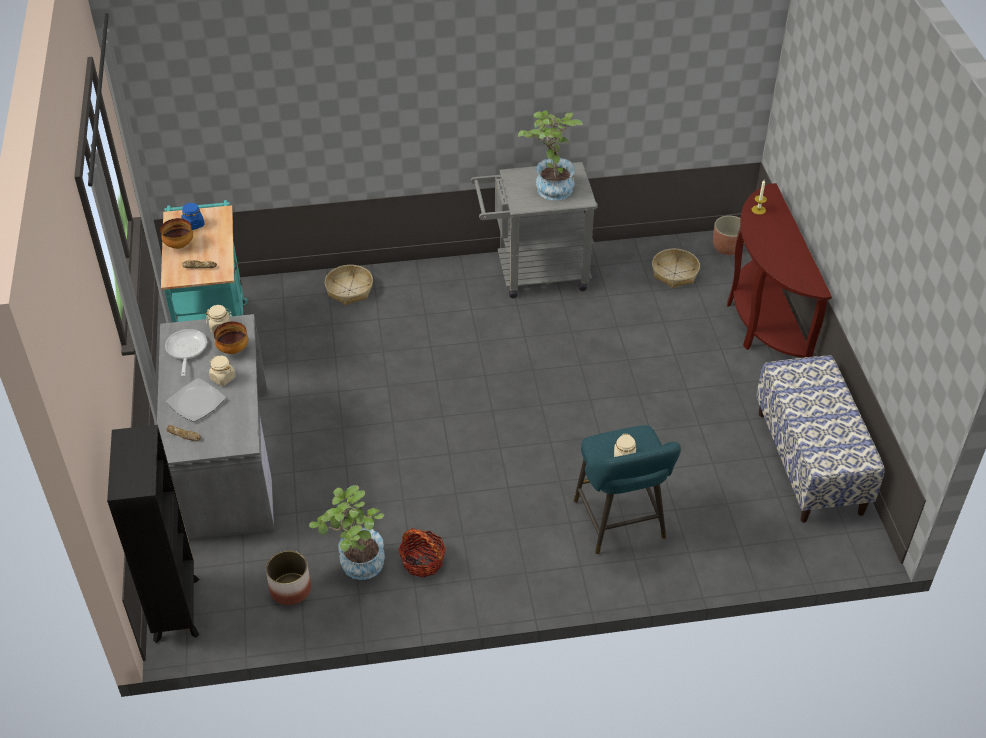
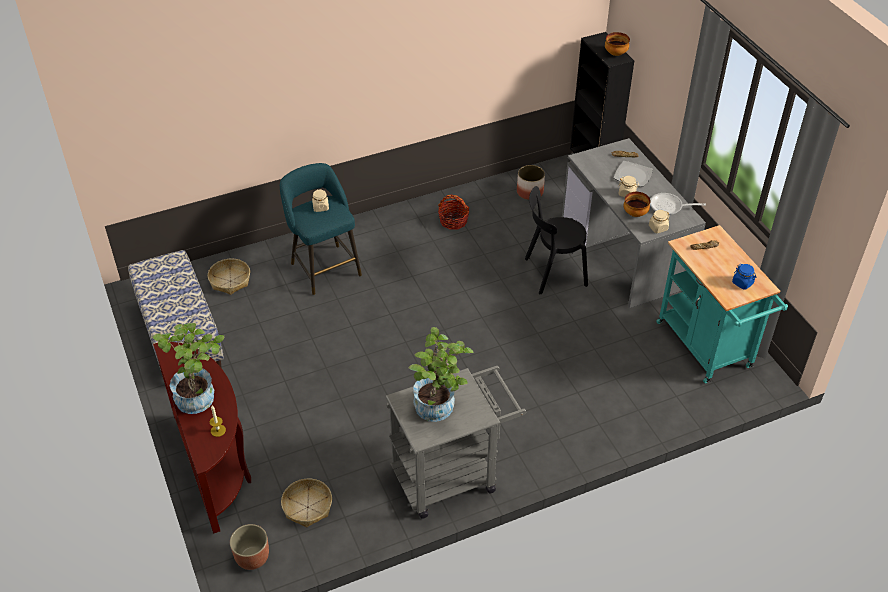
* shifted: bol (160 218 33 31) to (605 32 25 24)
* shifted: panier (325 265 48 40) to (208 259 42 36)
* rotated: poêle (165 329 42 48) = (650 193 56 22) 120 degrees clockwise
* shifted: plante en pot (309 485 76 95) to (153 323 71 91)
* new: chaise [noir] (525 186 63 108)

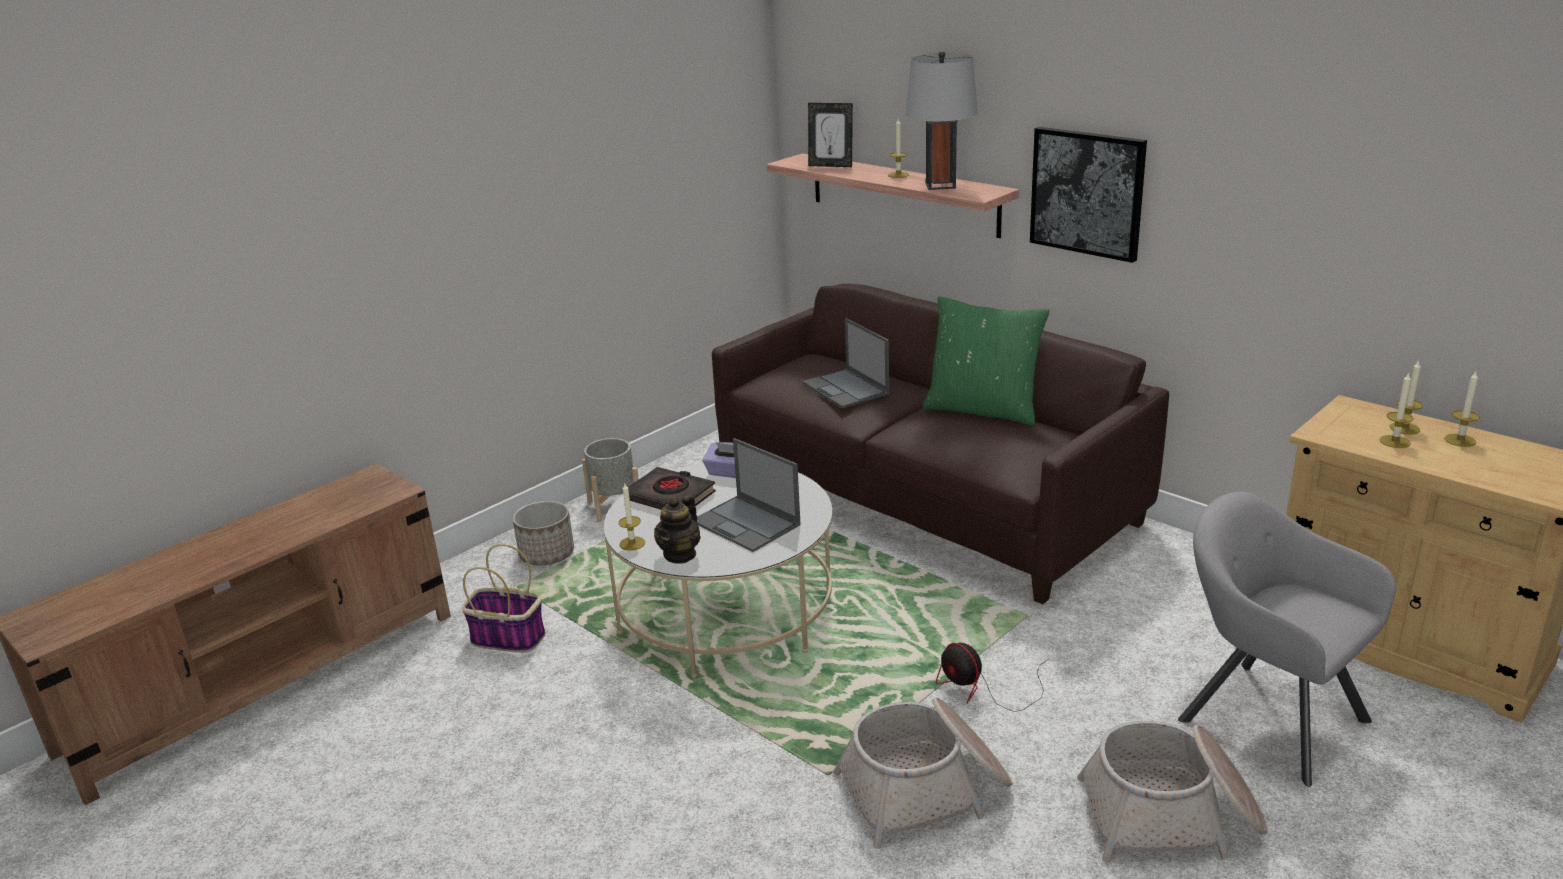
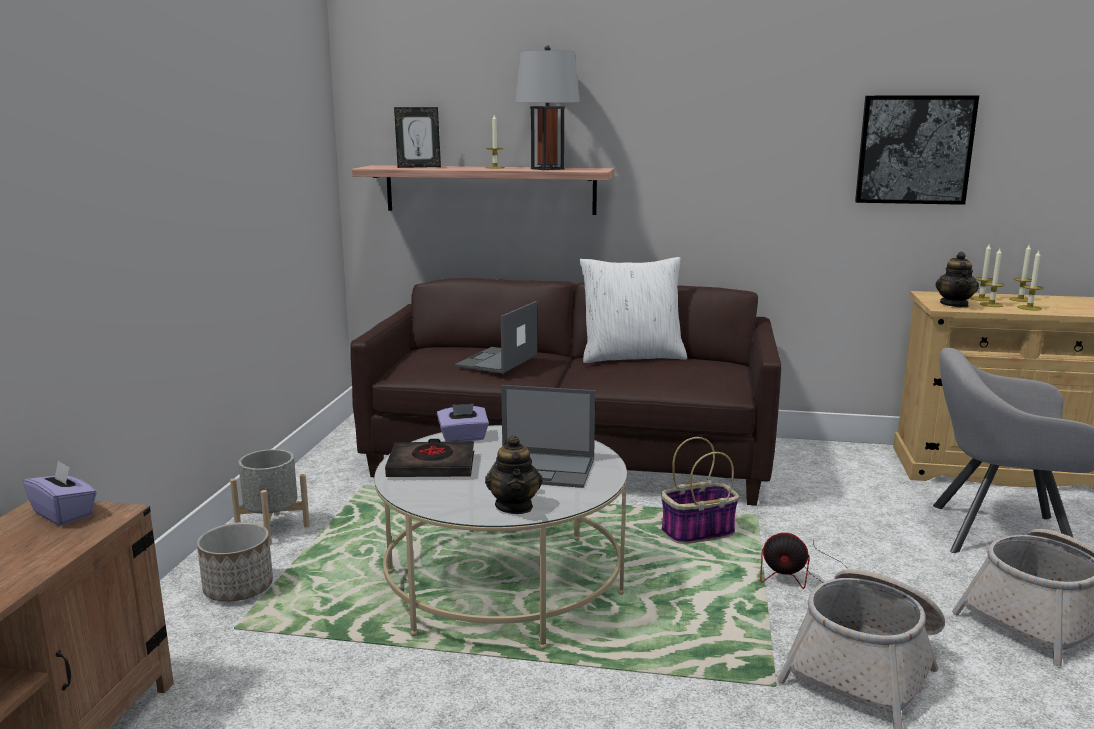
* shifted: tableau (1030 127 117 136) to (855 96 124 109)
* repainted: coussin [vert] (923 296 126 130) to coussin [blanc] (579 257 108 106)
* rotated: ordinateur portable (802 318 87 90) = (455 301 82 72) 90 degrees clockwise
* shifted: bougie (619 483 26 68) to (1018 250 25 61)
* shifted: panier (462 544 83 109) to (661 437 78 107)
* new: théière (935 252 44 56)
* new: boîte à mouchoirs [violet] (23 460 74 66)

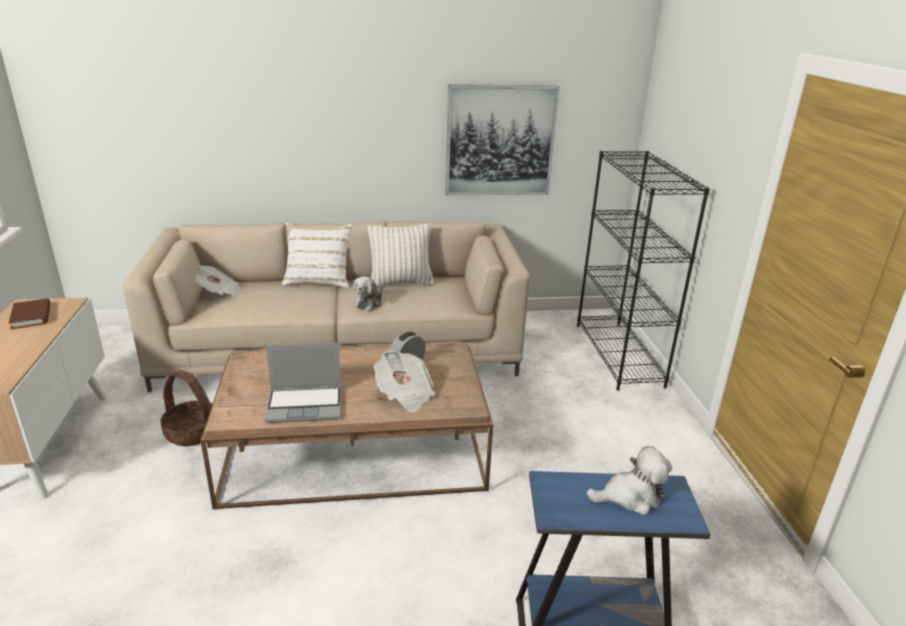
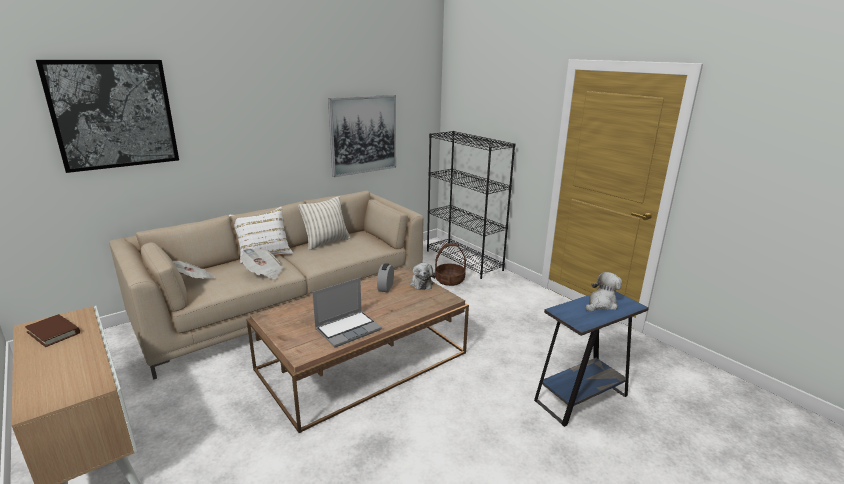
* shifted: peluche (353 276 30 35) to (410 263 26 27)
* shifted: journal (373 350 63 63) to (240 248 44 31)
* shifted: panier (161 370 51 76) to (435 243 31 43)
* new: tableau (36 60 143 113)

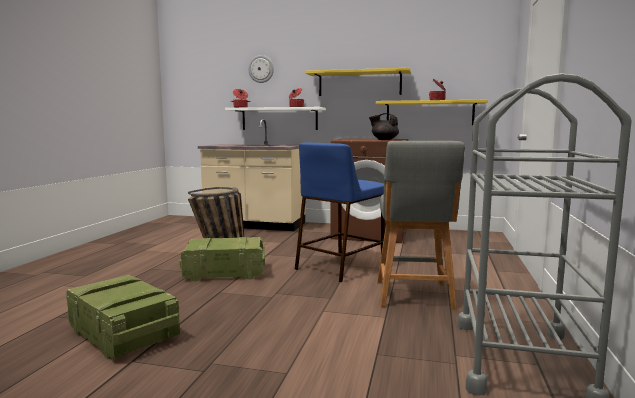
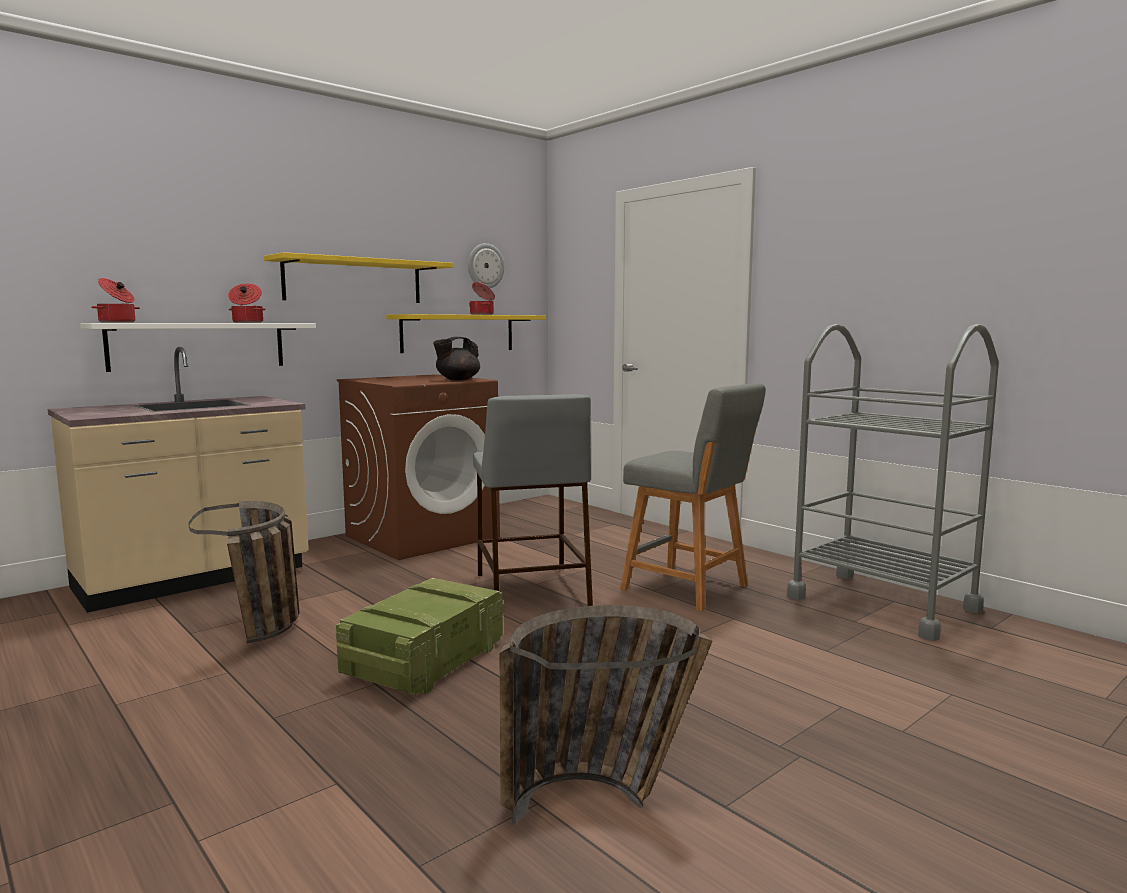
* shifted: horloge murale (248 55 26 28) to (468 243 36 45)
* repainted: tabouret [bleu] (295 142 90 140) to tabouret [gris] (473 394 120 212)
* swapped: caisse (66 275 114 84) to panier (500 605 212 221)

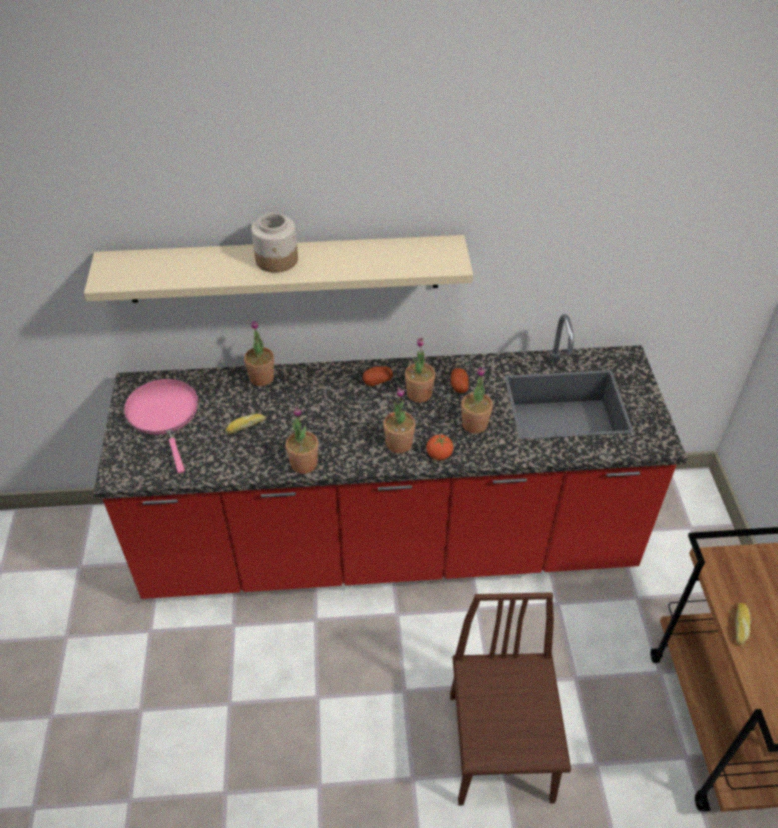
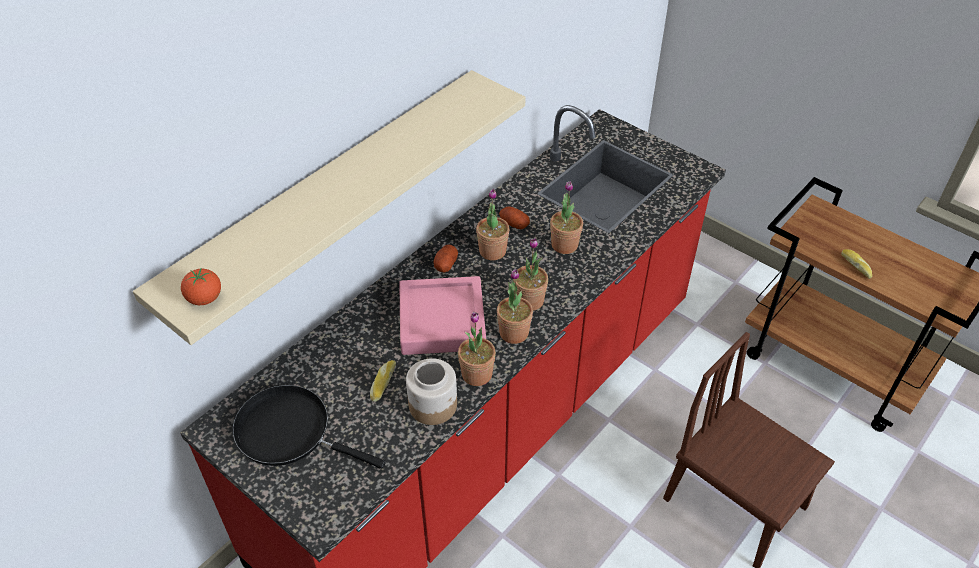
* shifted: bocal (251 213 47 60) to (406 358 51 67)
* shifted: plante en pot (244 320 30 66) to (497 269 36 75)
* repainted: poêle [rose] (124 379 74 94) to poêle [noir] (233 385 153 84)
* shifted: tomate (426 434 27 26) to (181 269 40 36)
* new: plateau [rose] (399 276 87 79)

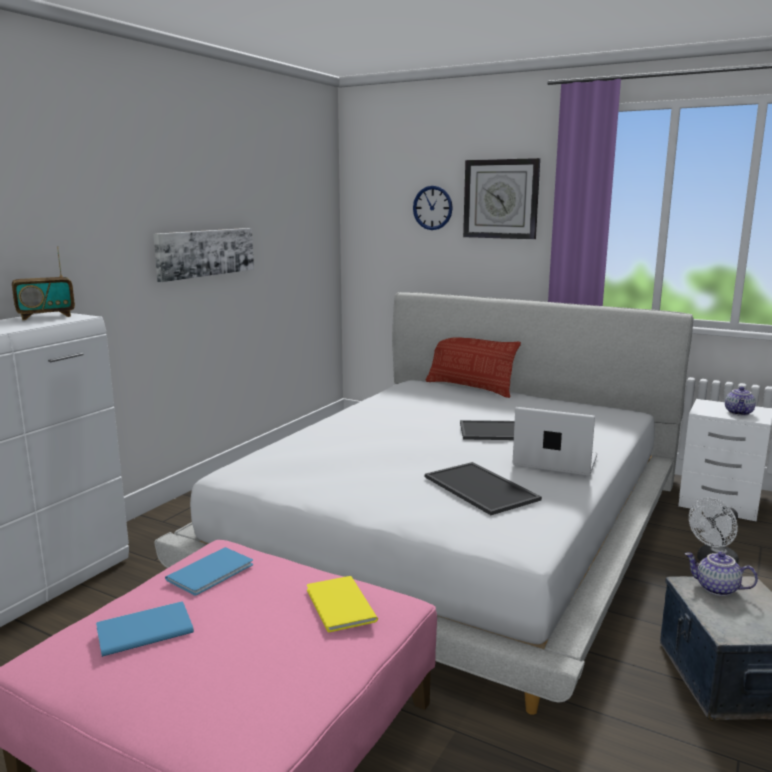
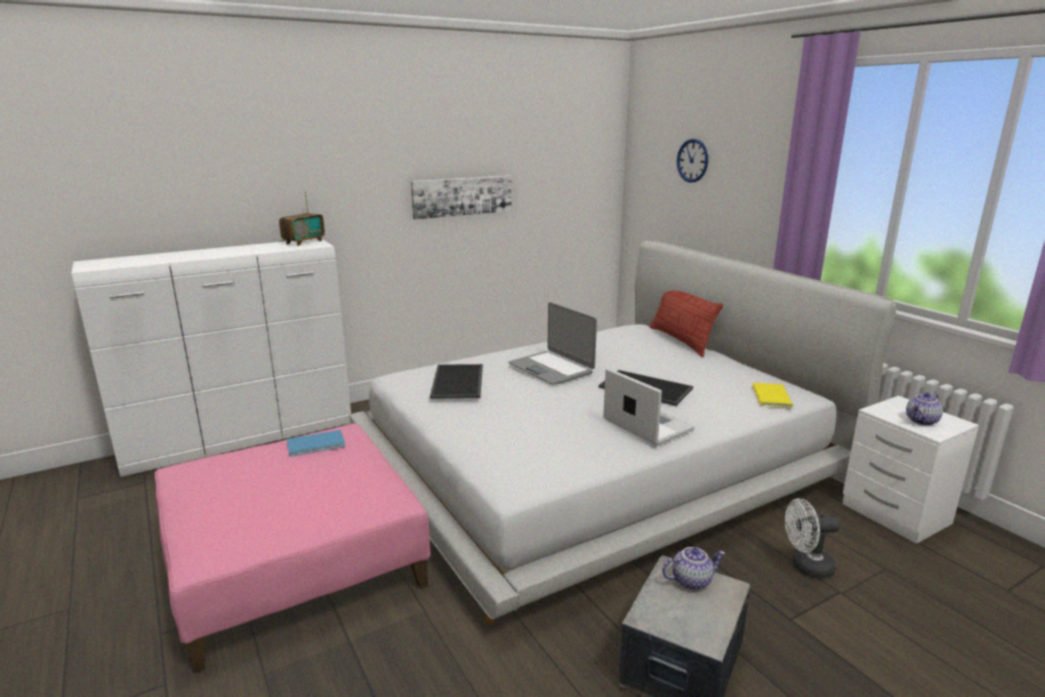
* gone: horloge murale (463 158 77 81)
* rotated: radio (12 247 63 73) = (279 191 46 55) 60 degrees counterclockwise
* shifted: plateau (425 462 117 53) to (430 364 53 35)
* rotated: théière (684 552 74 44) = (662 547 63 43) 105 degrees clockwise
* shifted: livre [jaune] (307 576 71 56) to (753 383 40 25)
* gone: livre [bleu] (96 601 98 56)
* new: ordinateur portable (508 302 89 83)

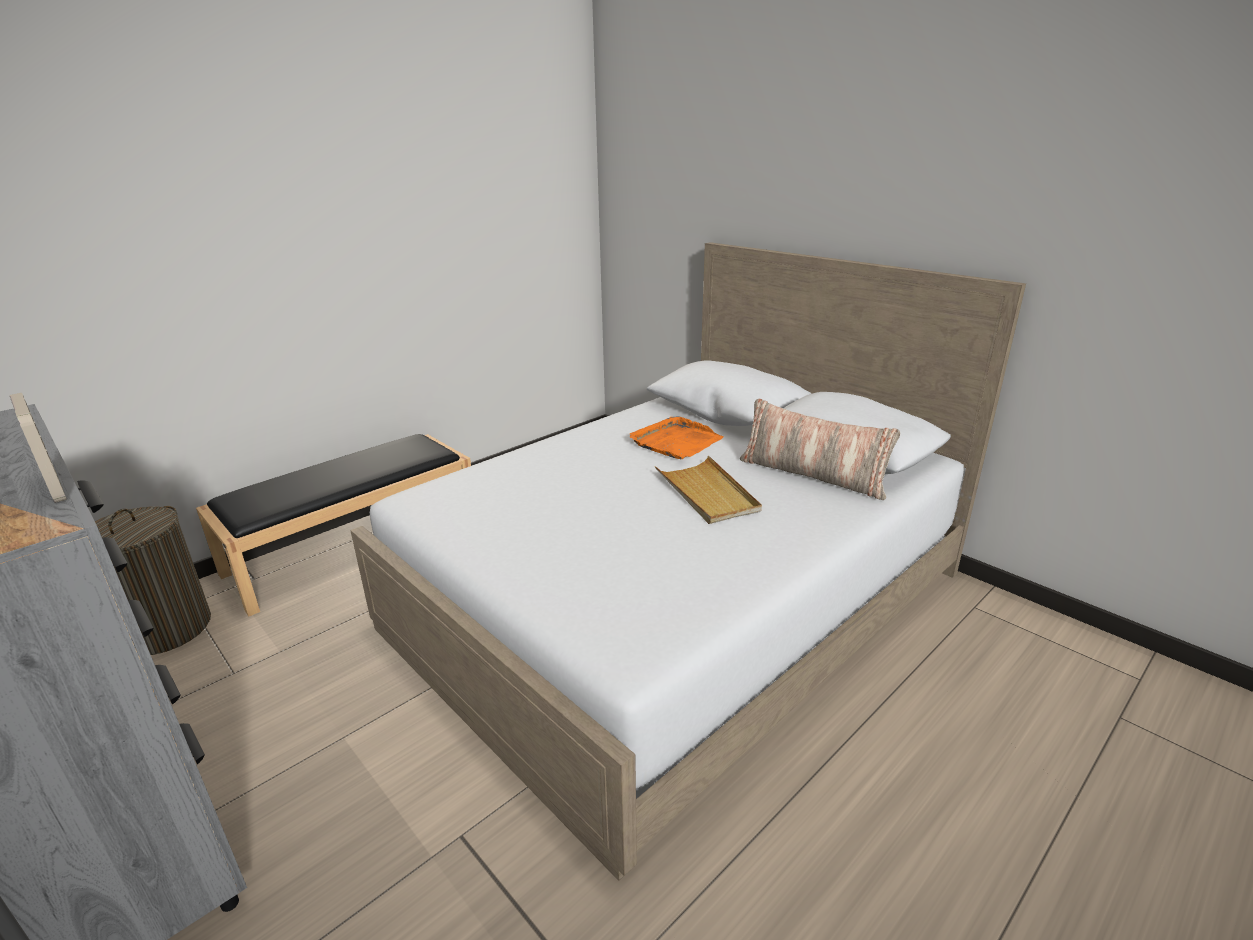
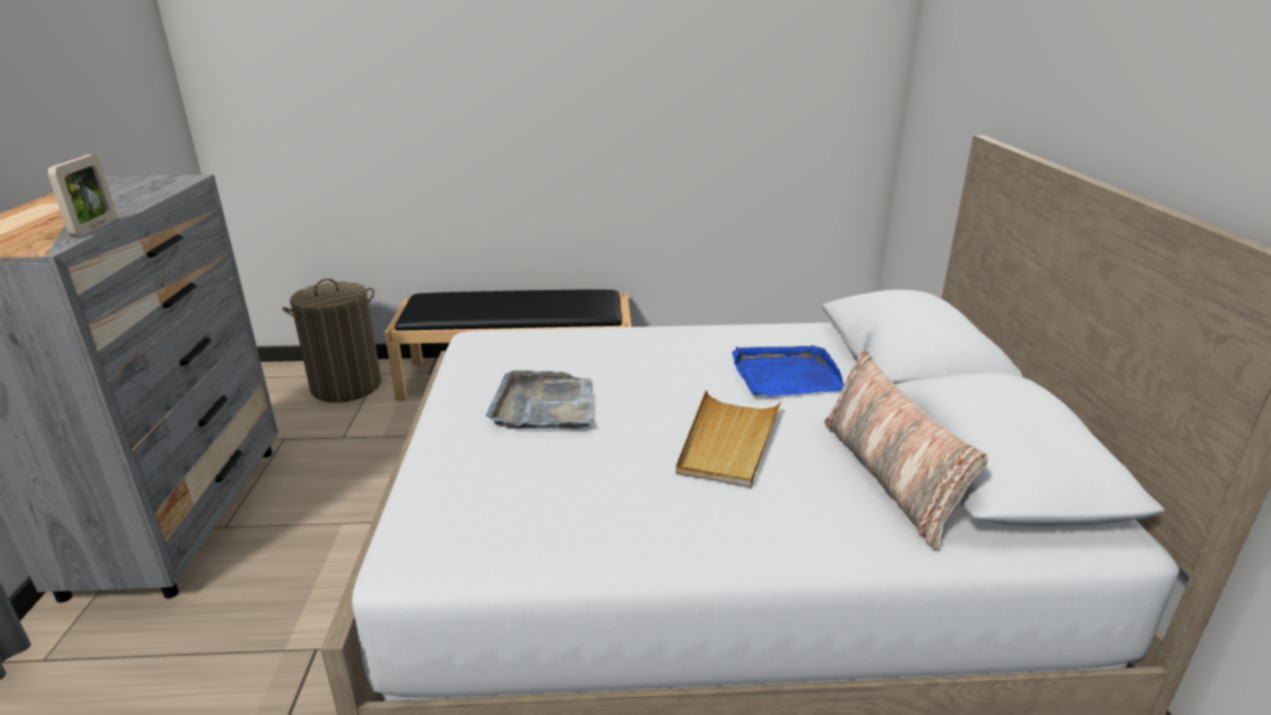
* repainted: plateau [orange] (630 416 94 44) to plateau [bleu] (732 345 112 51)
* new: plateau [gris] (486 370 107 59)

